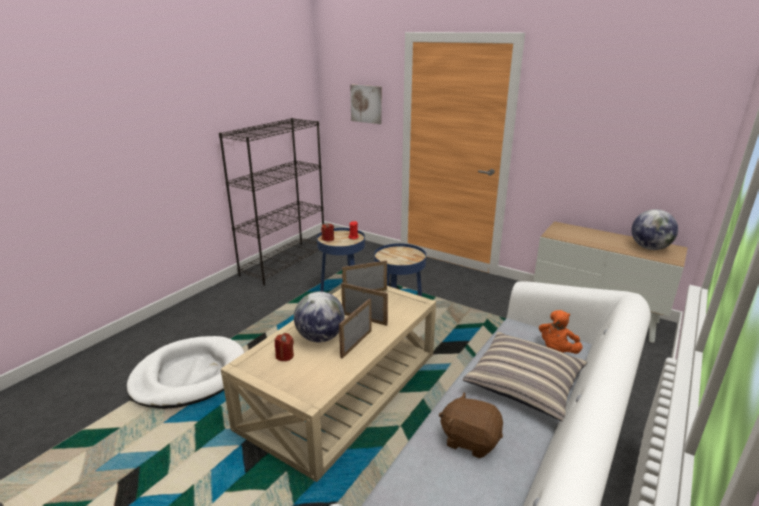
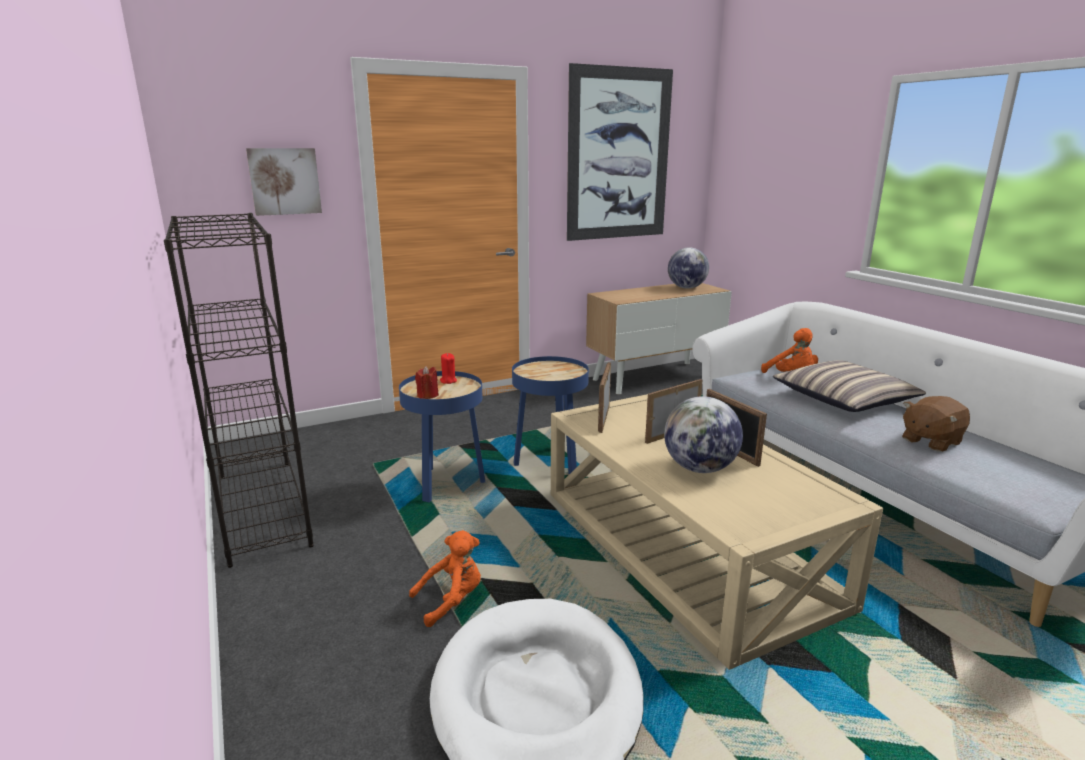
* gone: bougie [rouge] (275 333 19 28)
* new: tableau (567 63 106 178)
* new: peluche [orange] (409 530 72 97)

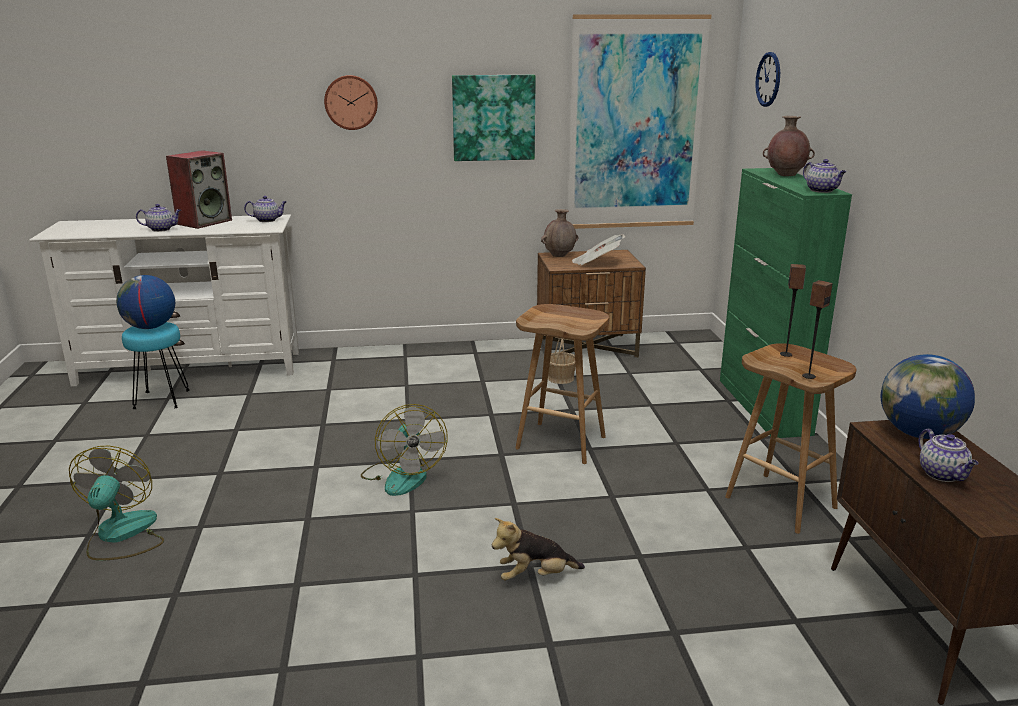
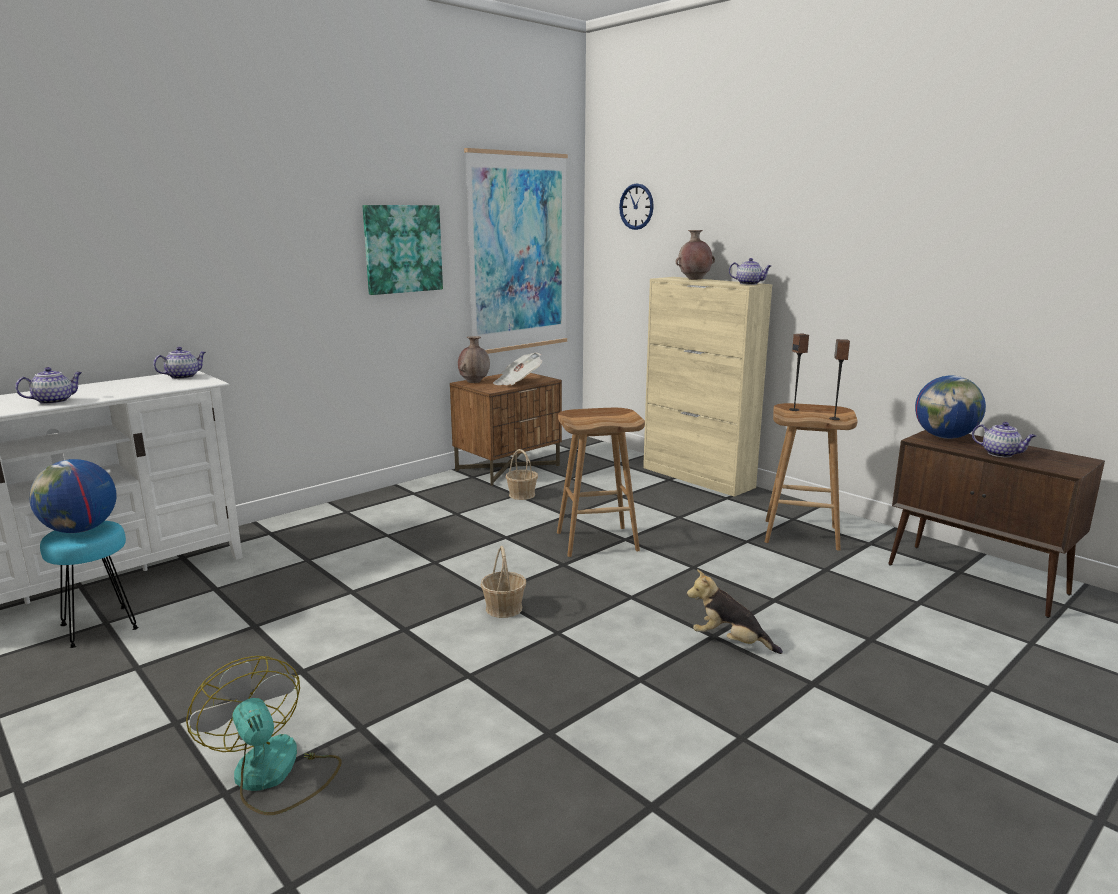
* gone: horloge murale (324 75 54 55)
* gone: enceinte (166 150 66 79)
* repainted: meuble de rangement [vert] (720 168 132 270) to meuble de rangement [beige] (643 277 129 220)
* swapped: ventilateur (361 404 87 92) to panier (480 546 46 72)
* rotated: peluche (492 518 93 63) = (687 569 96 85) 75 degrees clockwise

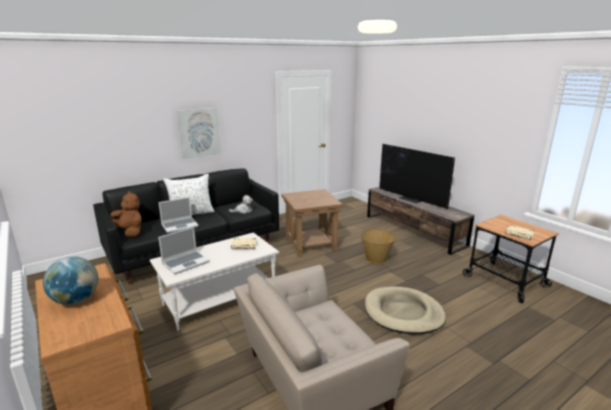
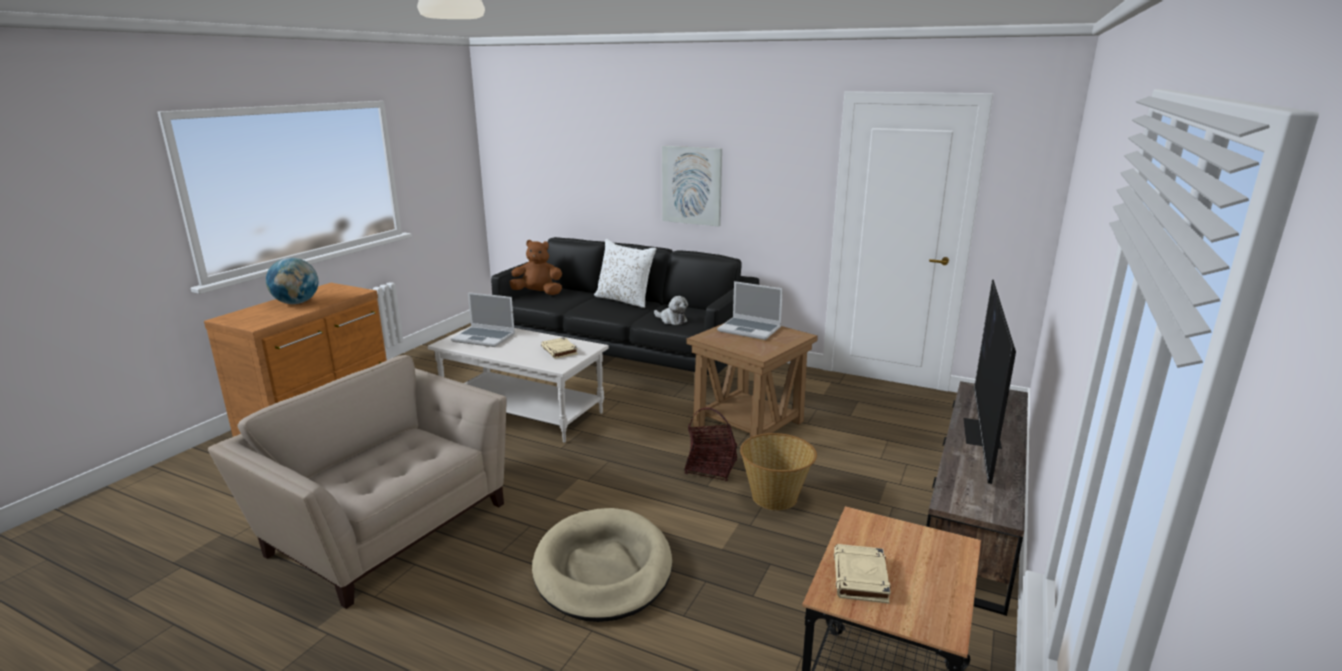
* rotated: peluche [marron] (110 191 32 46) = (510 240 52 55) 90 degrees counterclockwise
* shifted: ordinateur portable (158 197 41 36) to (717 281 66 59)
* new: panier (685 408 52 73)

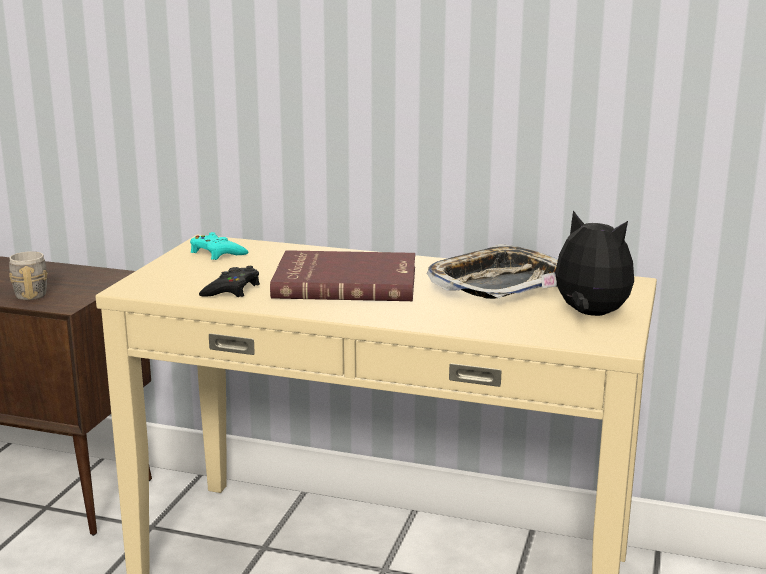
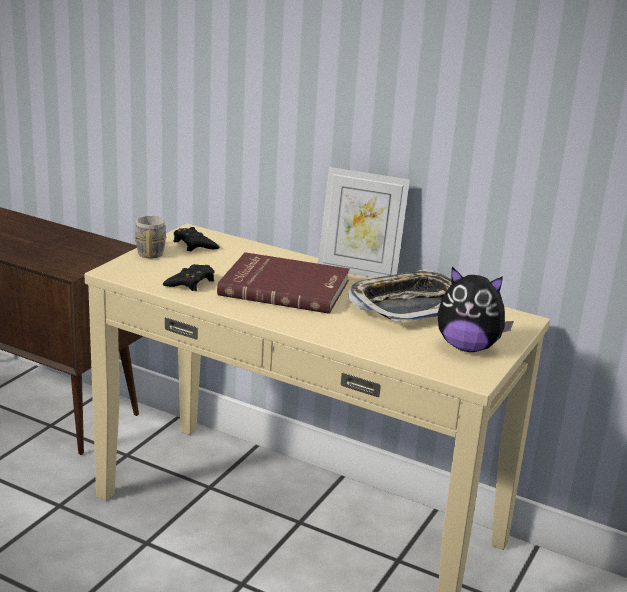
* rotated: peluche (541 210 93 106) = (438 267 76 85) 150 degrees clockwise
* repainted: manette [turquoise] (190 232 58 28) to manette [noir] (173 227 46 24)
* shifted: mug [gris] (9 251 39 49) to (134 215 32 43)
* new: cadre photo (318 167 92 111)

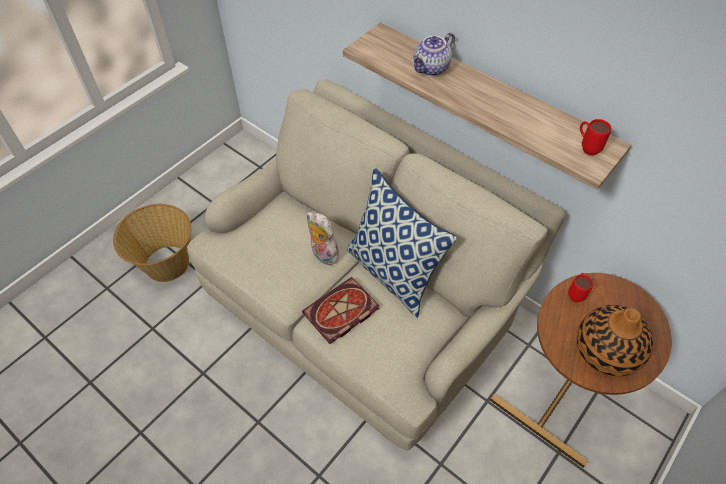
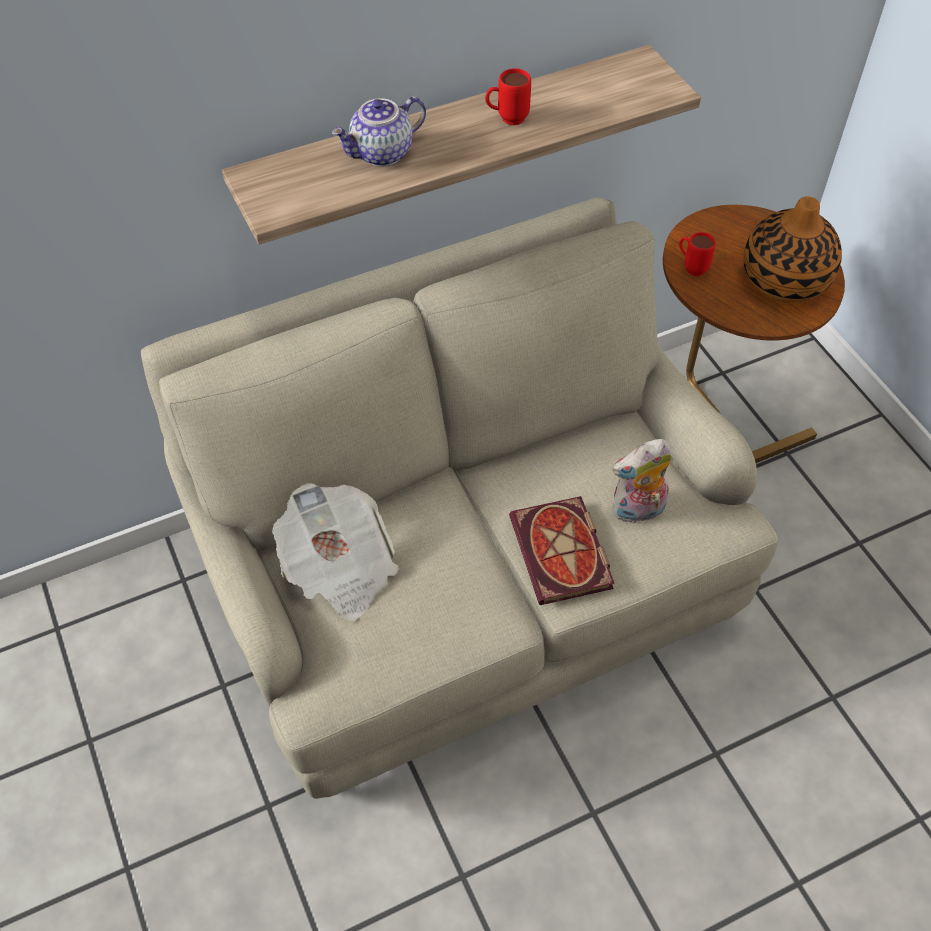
* rotated: théière (411 33 44 43) = (332 96 94 70) 75 degrees clockwise
* shifted: mug [rouge] (580 119 31 37) to (485 68 46 57)
* gone: coussin (347 168 110 150)
* gone: panier (113 204 78 78)
* shifted: peluche (307 212 32 53) to (612 439 61 85)
* new: journal (272 483 127 138)

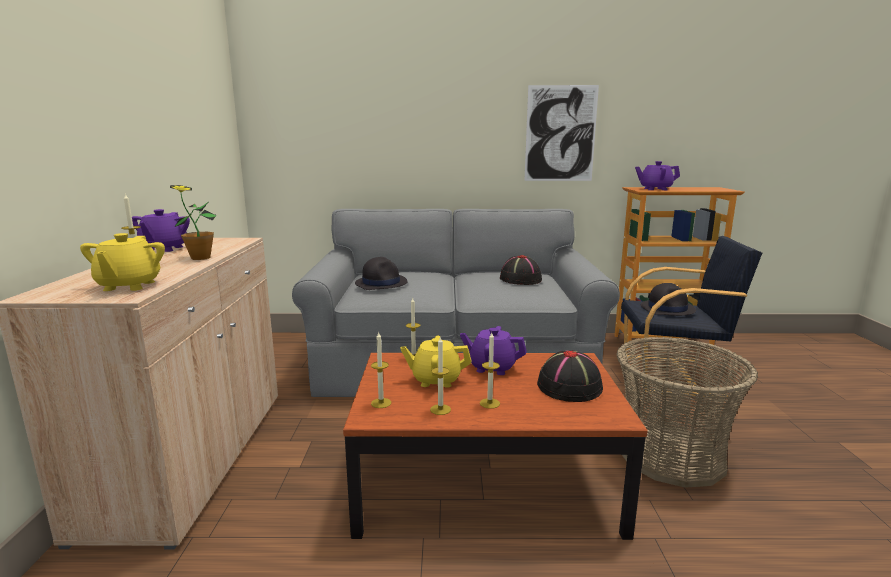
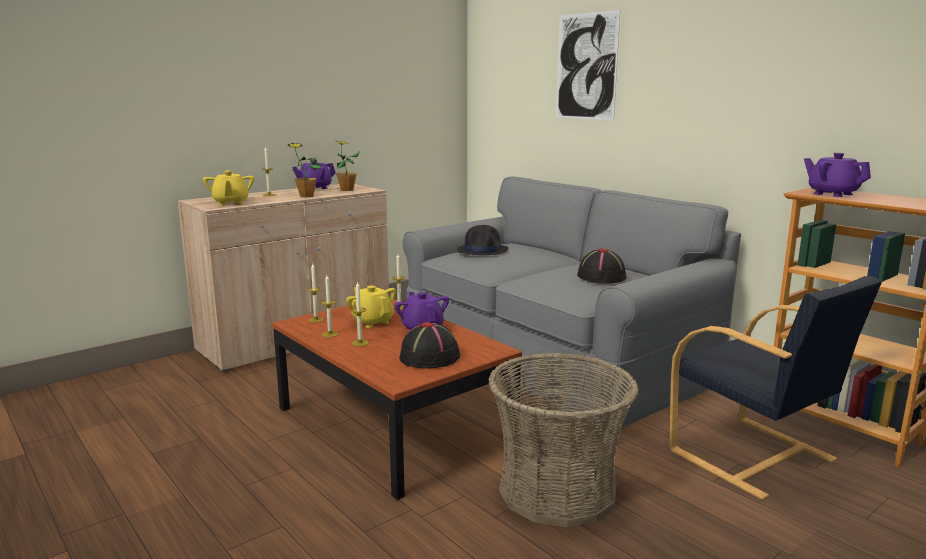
* shifted: tableau (524 85 75 96) to (556 10 64 110)
* rotated: théière [jaune] (80 233 85 58) = (203 171 51 35) 60 degrees counterclockwise
* gone: chapeau [noir] (641 283 55 33)
* new: plante en pot (336 141 24 50)

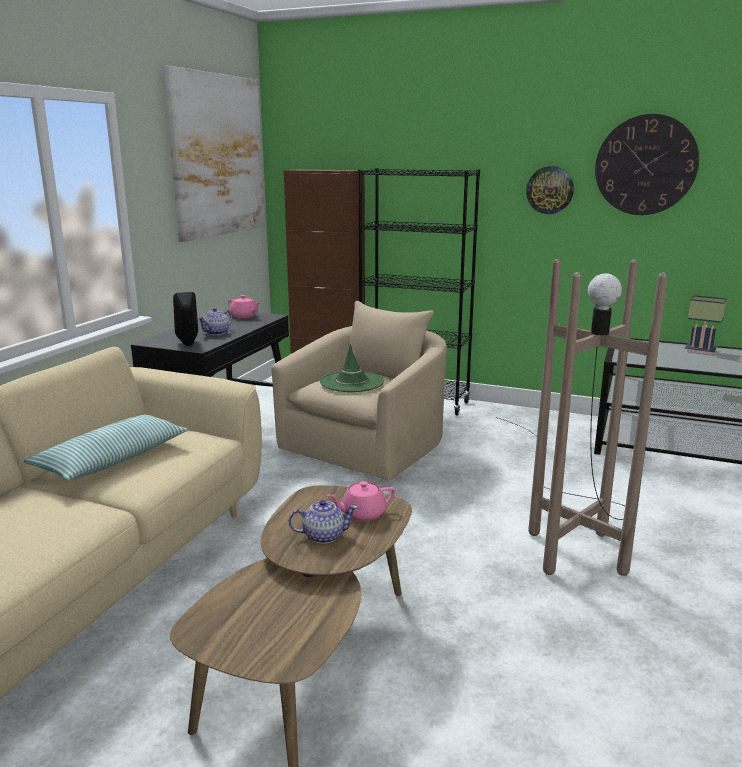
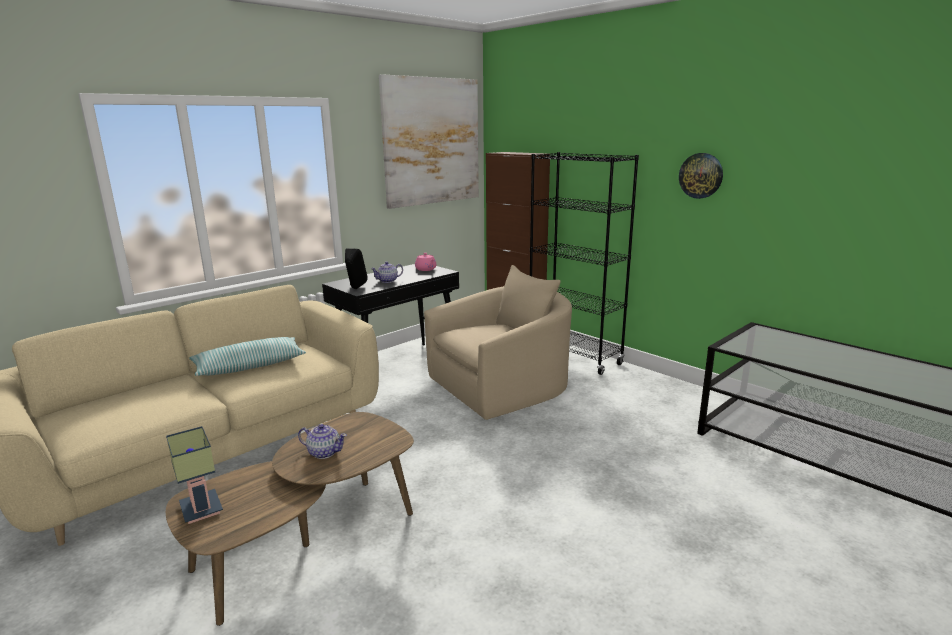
* gone: horloge murale (595 114 104 101)
* gone: lampadaire [marron] (495 259 173 317)
* shifted: lampe de table (685 295 42 60) to (166 426 57 98)
* gone: chapeau [vert] (320 344 64 48)
* gone: théière [rose] (327 481 69 40)

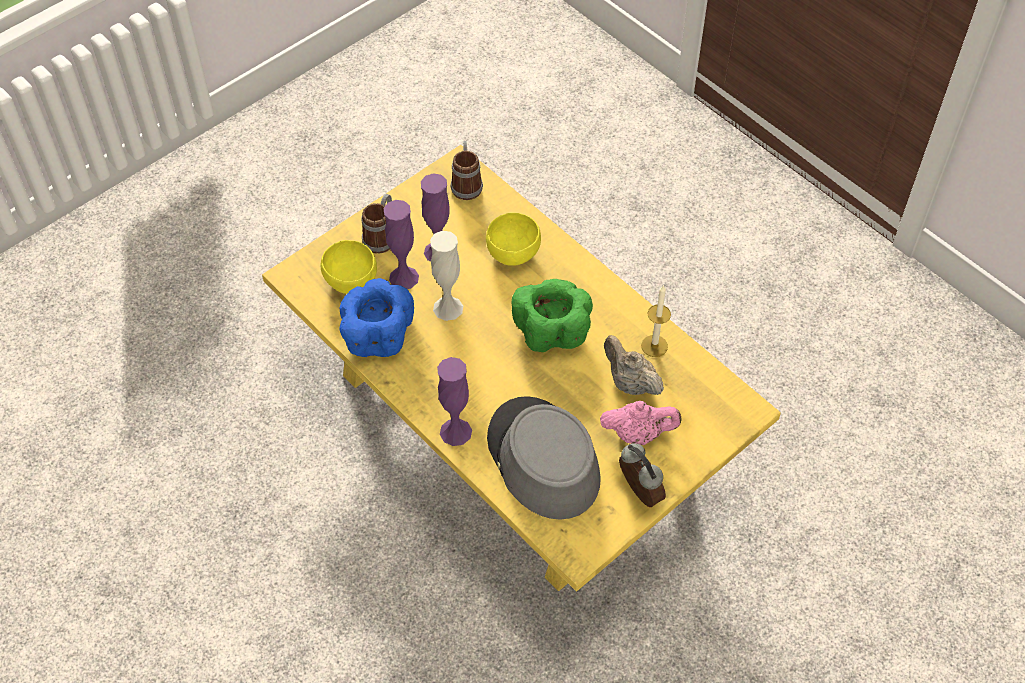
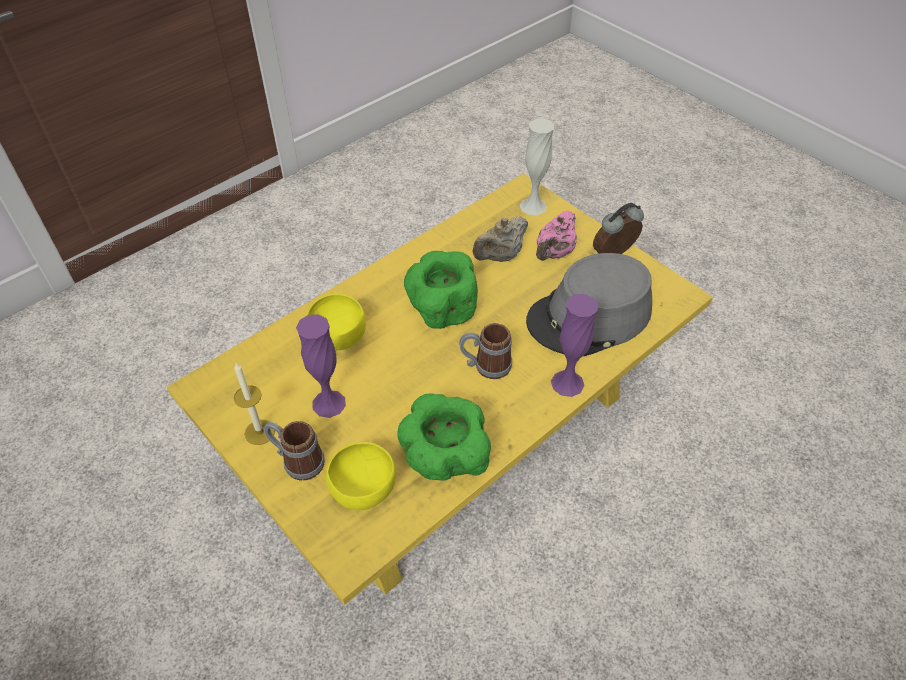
* shifted: mug (451 141 32 59) to (459 323 53 56)
* gone: vase [violet] (383 200 36 89)
* shifted: vase [blanc] (430 231 33 90) to (520 118 34 97)
* repainted: bol [bleu] (339 278 75 79) to bol [vert] (397 393 94 88)
* shifted: bougie (641 285 30 72) to (234 363 41 82)
* rotated: théière [rose] (600 401 81 44) = (536 210 41 51) 150 degrees counterclockwise

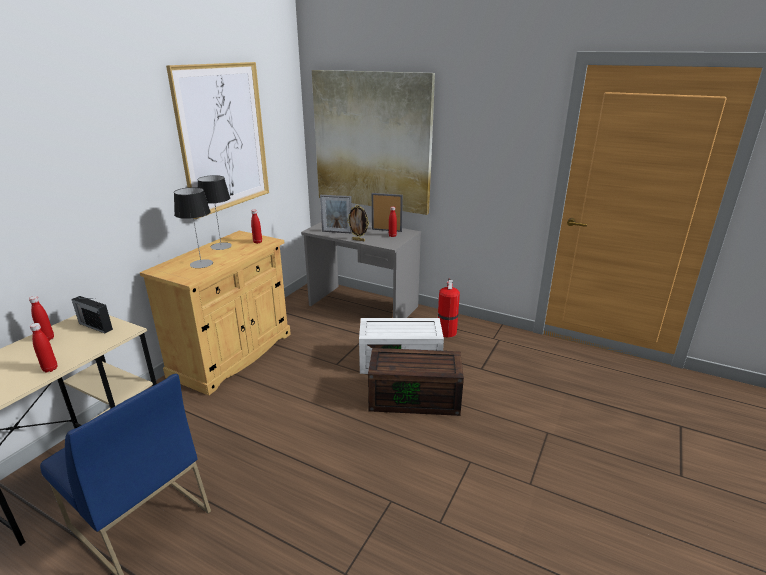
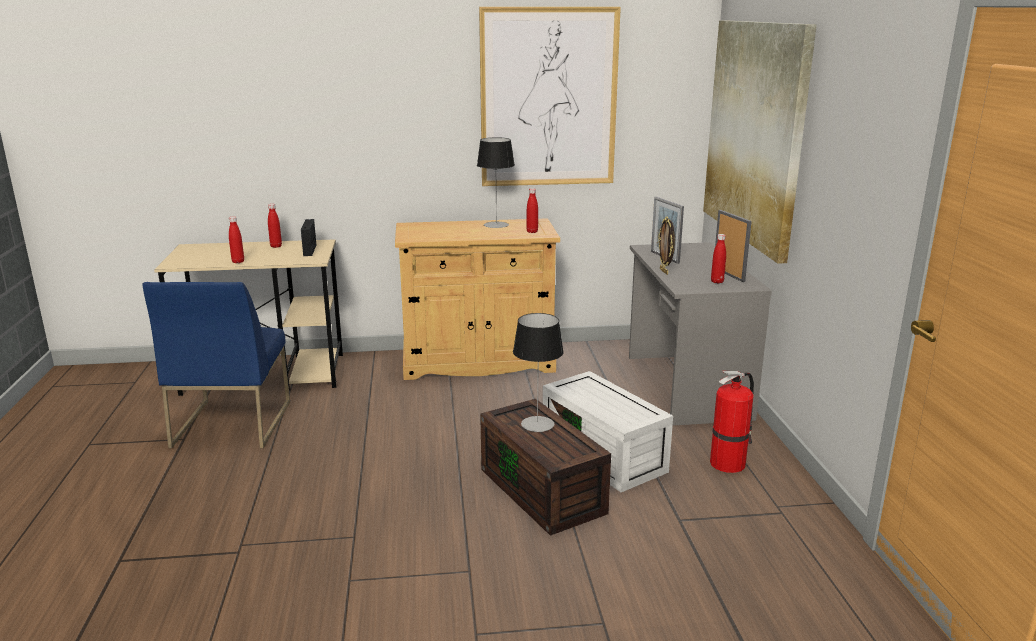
* shifted: lampe de table (174 187 39 81) to (513 313 51 119)

